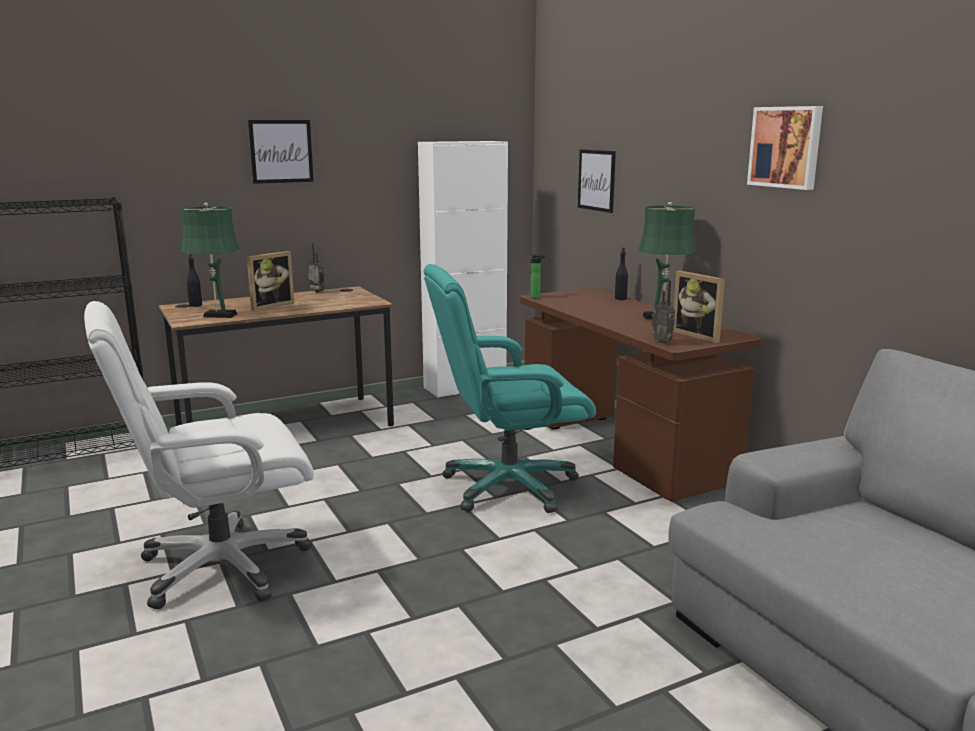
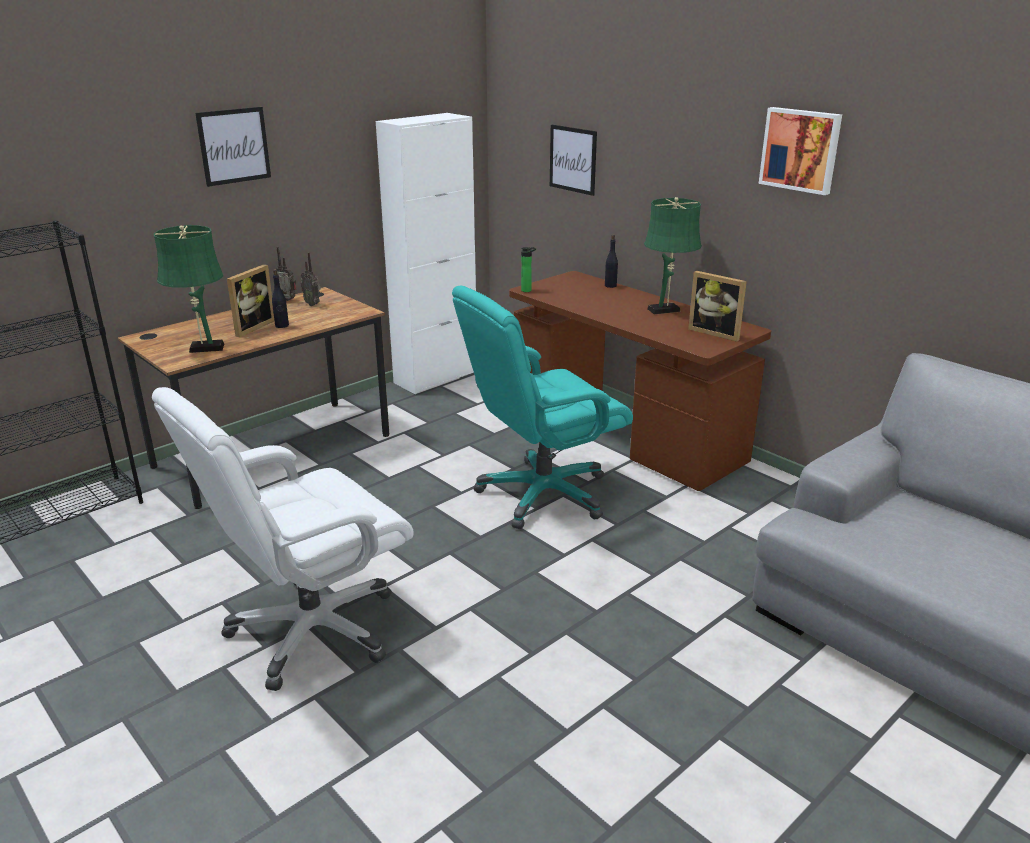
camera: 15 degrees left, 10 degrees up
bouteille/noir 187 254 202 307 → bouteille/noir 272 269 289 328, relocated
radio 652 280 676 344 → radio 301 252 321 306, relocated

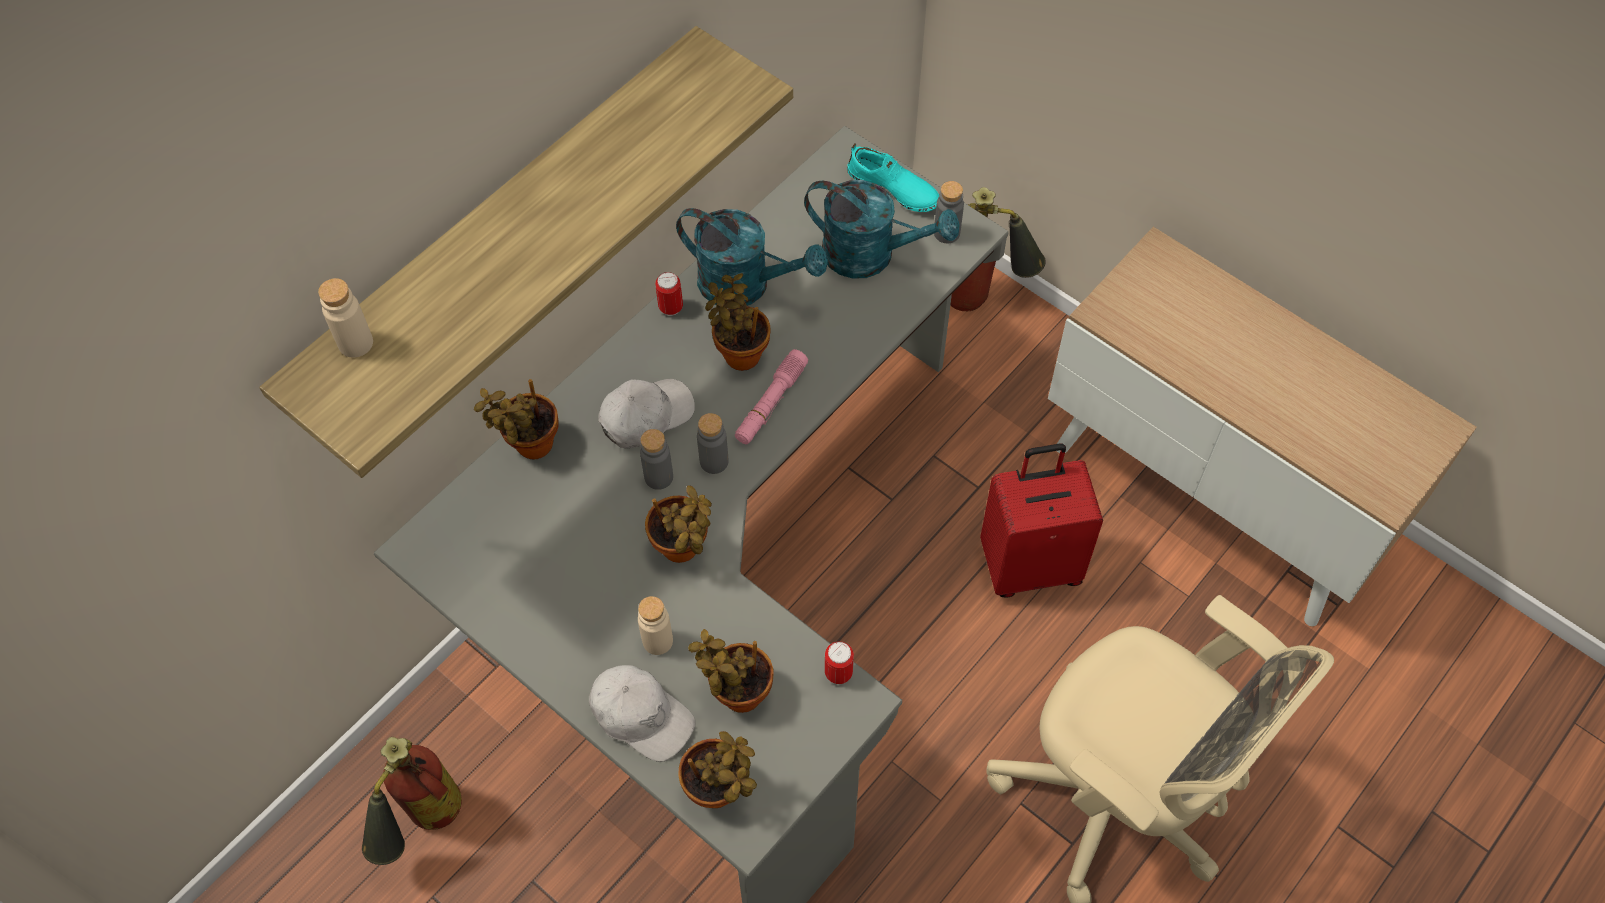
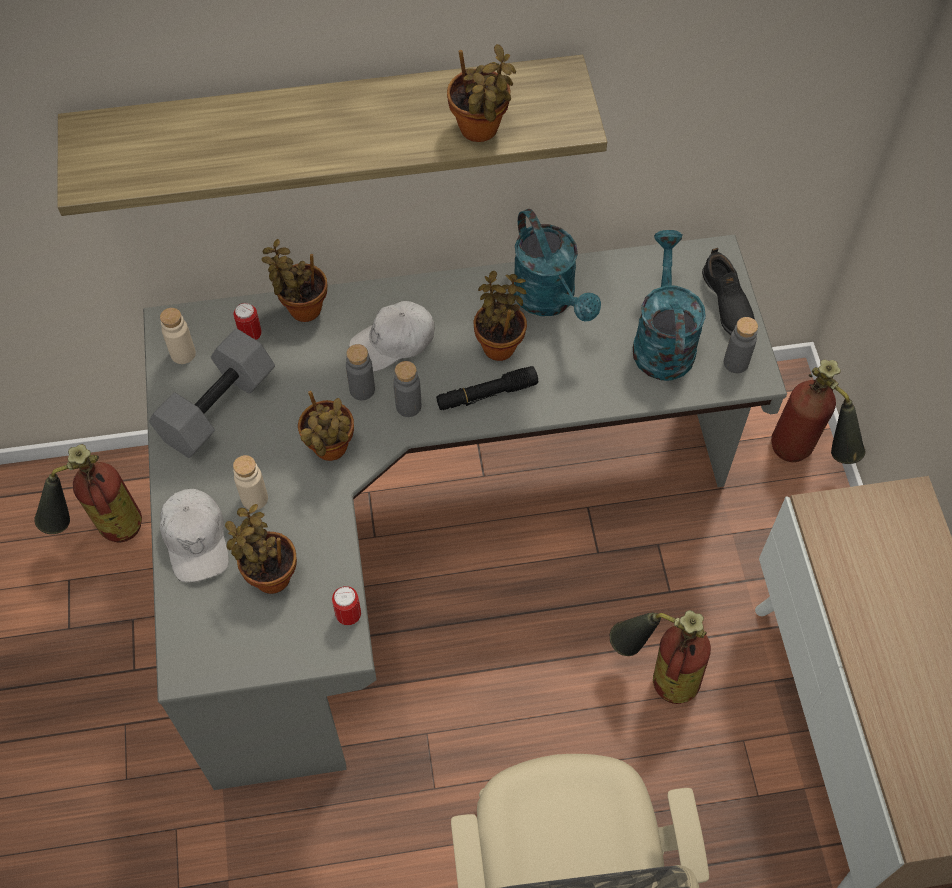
camera: 40 degrees right, 0 degrees up
bouteille/beige 318 278 373 358 → bouteille/beige 160 308 196 364, relocated
casquette/blanc 598 379 695 448 → casquette/blanc 349 301 435 371, 150 degrees clockwise
boîte métallique 655 272 683 316 → boîte métallique 234 303 262 340, relocated
plante en pot 678 731 757 808 → plante en pot 447 44 516 142, relocated
lampe de poche/rose 735 349 808 444 → lampe de poche/noir 436 366 538 410
arrosoir/turquoise 804 180 960 279 → arrosoir/turquoise 633 230 706 381, 150 degrees counterclockwise
chaussure/turquoise 847 143 939 212 → chaussure/noir 702 248 755 335
valise/rouge 980 444 1103 598 → extincteur 609 610 711 704
- → haltère/gris 149 329 275 458

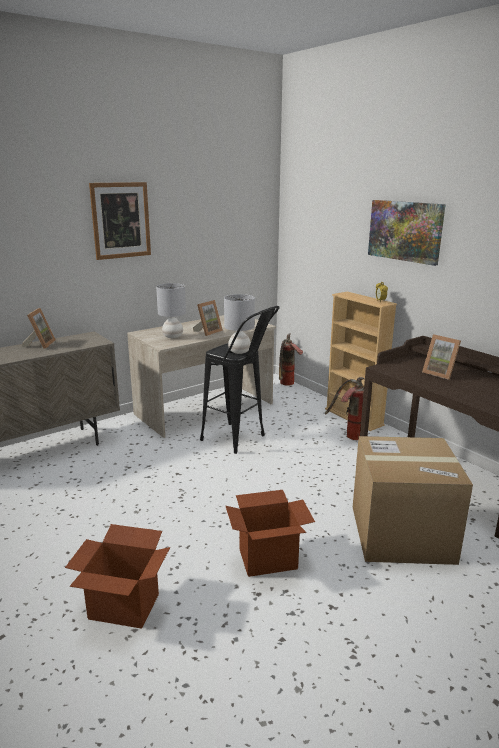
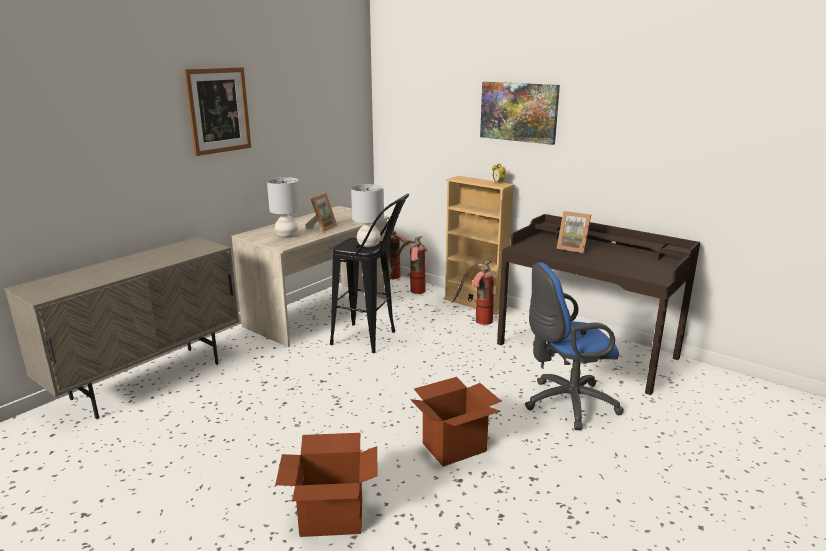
camera: 15 degrees left, 0 degrees up
cadre photo 22 308 56 349 → -
carton 353 436 473 565 → chaise de bureau/bleu 525 262 624 430
- → extincteur 389 236 427 294

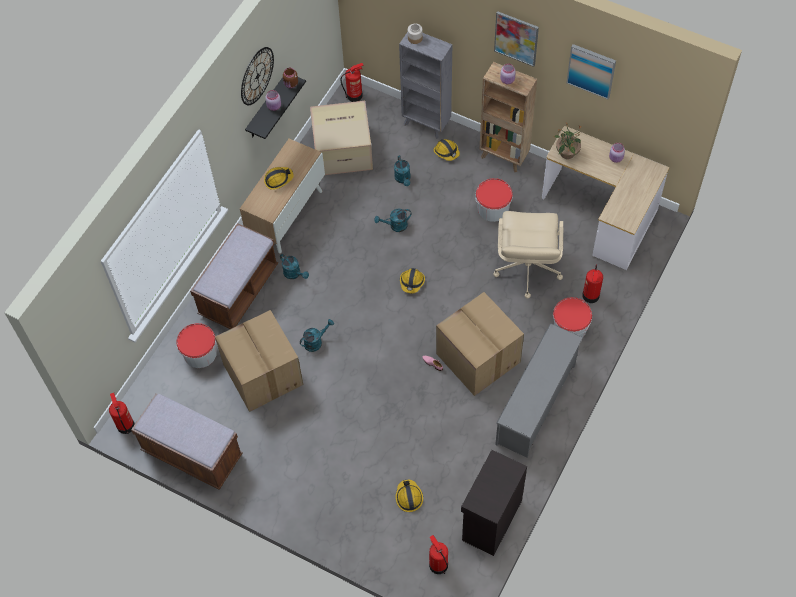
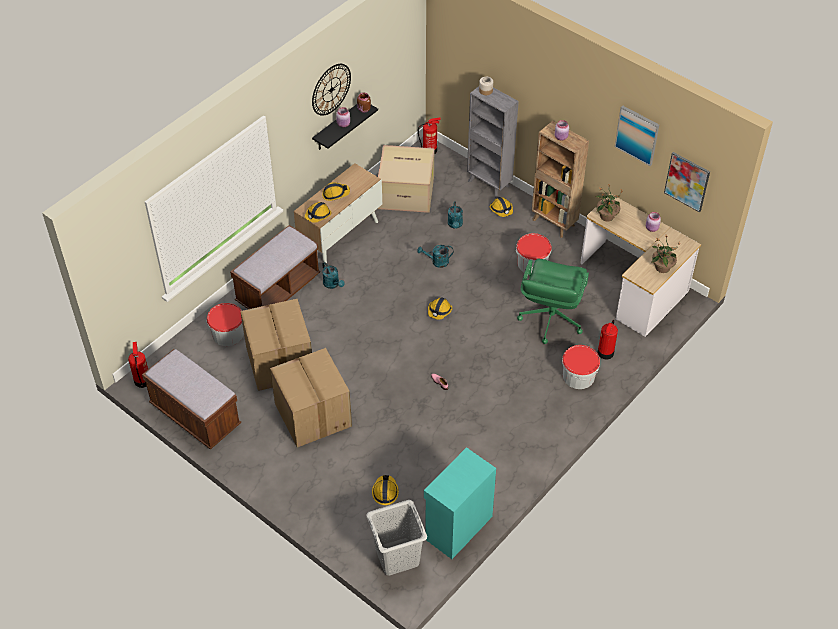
camera: 10 degrees right, 10 degrees down
arrosoir/turquoise 300 319 334 352 → -
extincteur 429 535 448 574 → panier à linge/gris 366 500 427 576
carton 436 292 524 396 → carton 270 348 352 448, relocated
meuble de rangement/noir 461 450 527 556 → meuble de rangement/turquoise 424 447 496 559
chaise de bureau/beige 493 211 563 299 → chaise de bureau/vert 517 259 589 344
tableau 494 11 539 67 → tableau 664 152 710 213, relocated
étagère à chaussures/gris 495 323 583 458 → -
- → casque de chantier 305 202 332 223
- → plante en pot 651 235 680 273

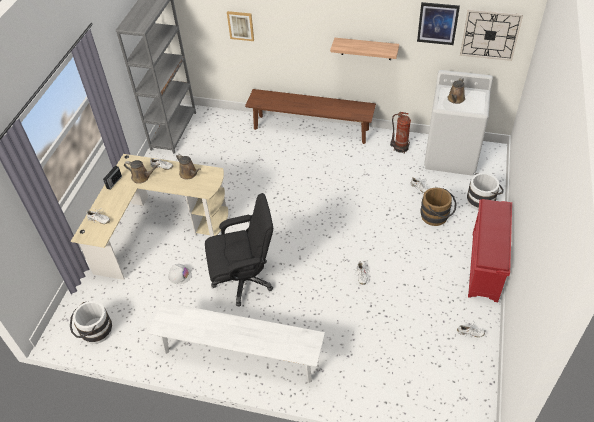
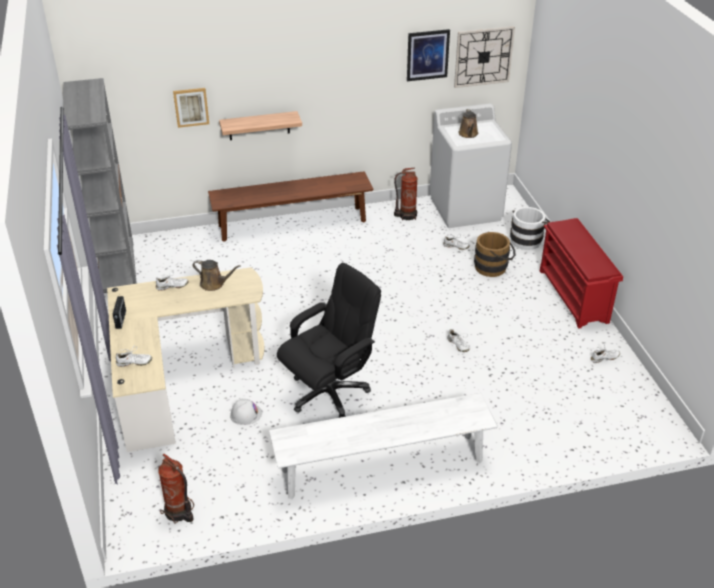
camera: 30 degrees left, 10 degrees down
seau/blanc 70 301 112 344 → extincteur 158 454 194 523
arrosoir/marron 124 160 160 184 → -
étagère 330 38 399 60 → étagère 219 111 302 140, relocated

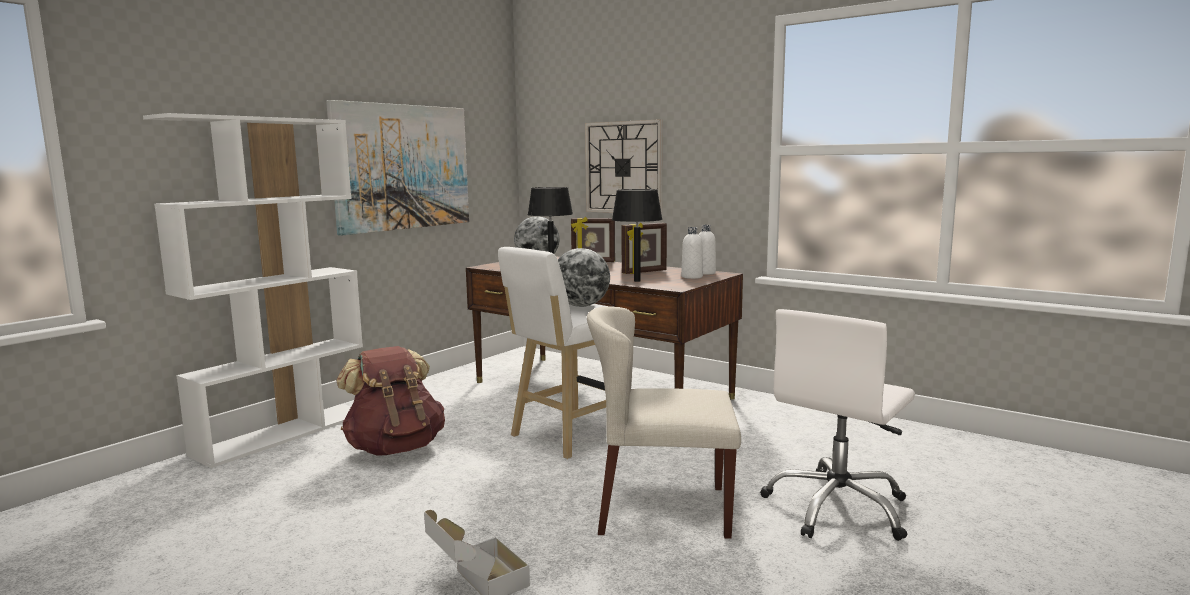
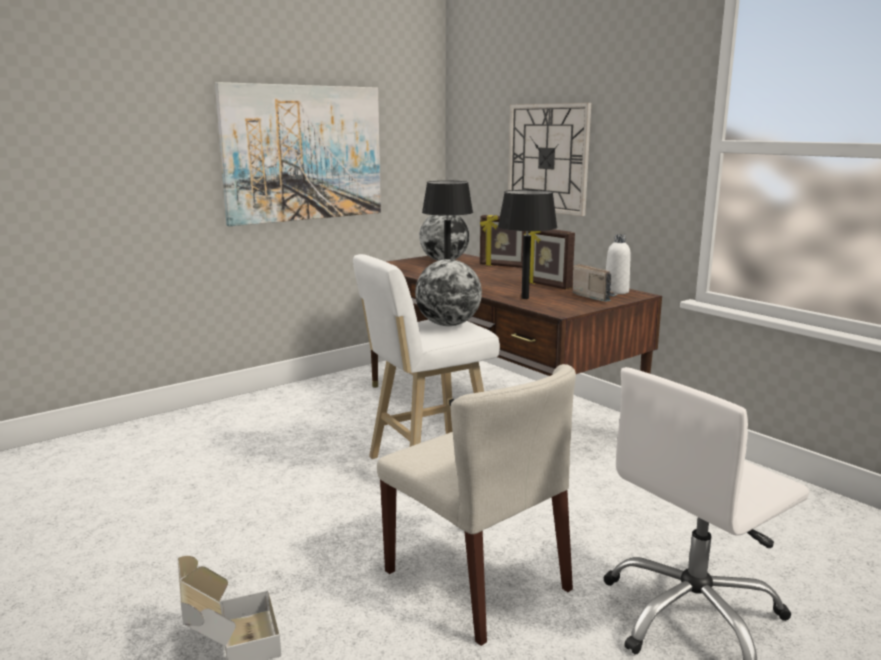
camera: 15 degrees right, 5 degrees up
bibliothèque/blanc 143 113 363 468 → -
sac à dos/marron 336 346 445 456 → -
chaise/beige 587 306 741 539 → chaise/beige 377 364 576 646, 150 degrees counterclockwise
cadre photo 621 223 667 274 → cadre photo 524 229 575 290, 60 degrees clockwise
bouteille/blanc 681 227 703 279 → radio 573 264 618 302

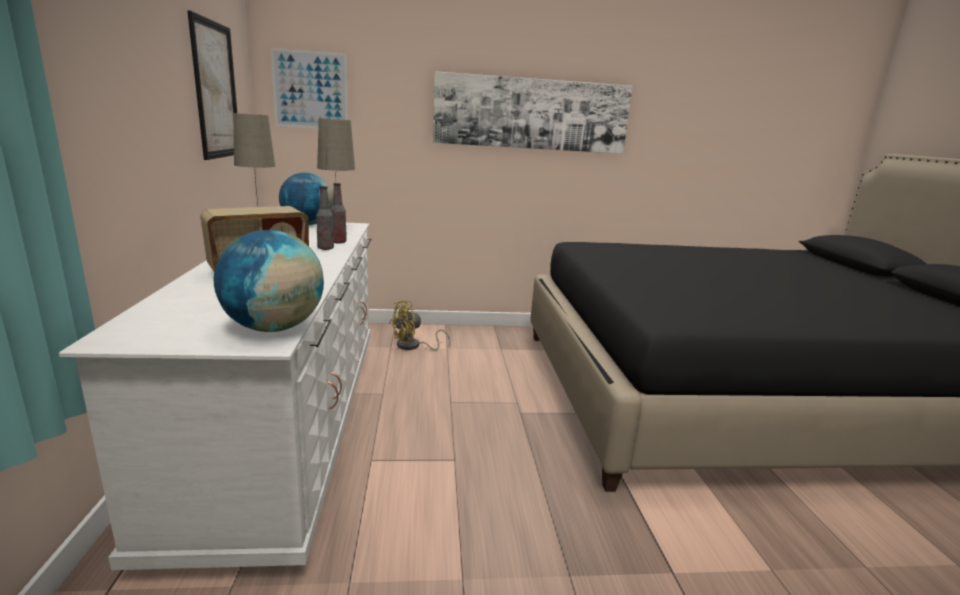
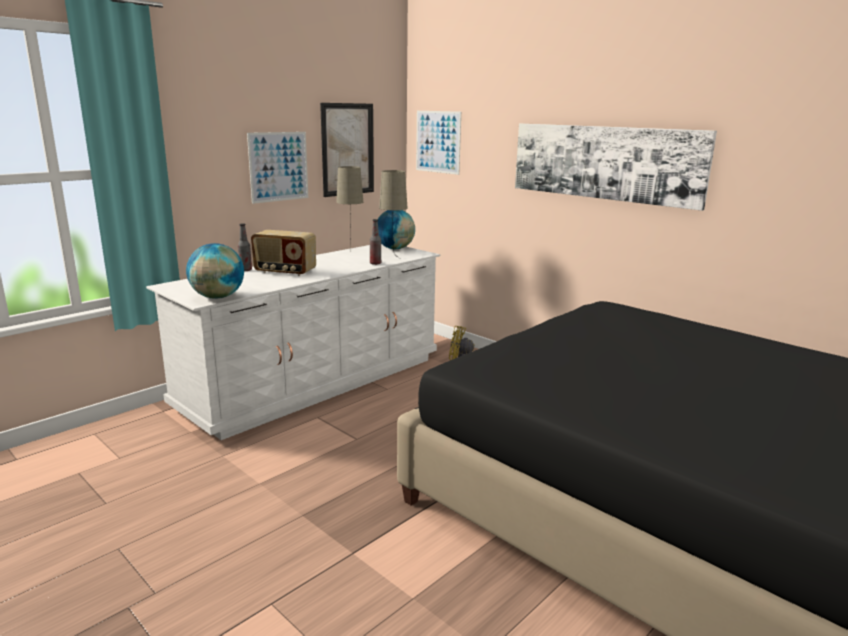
camera: 50 degrees right, 0 degrees up
bouteille 316 186 334 250 → bouteille 238 223 252 271, relocated
- → tableau 247 132 308 204

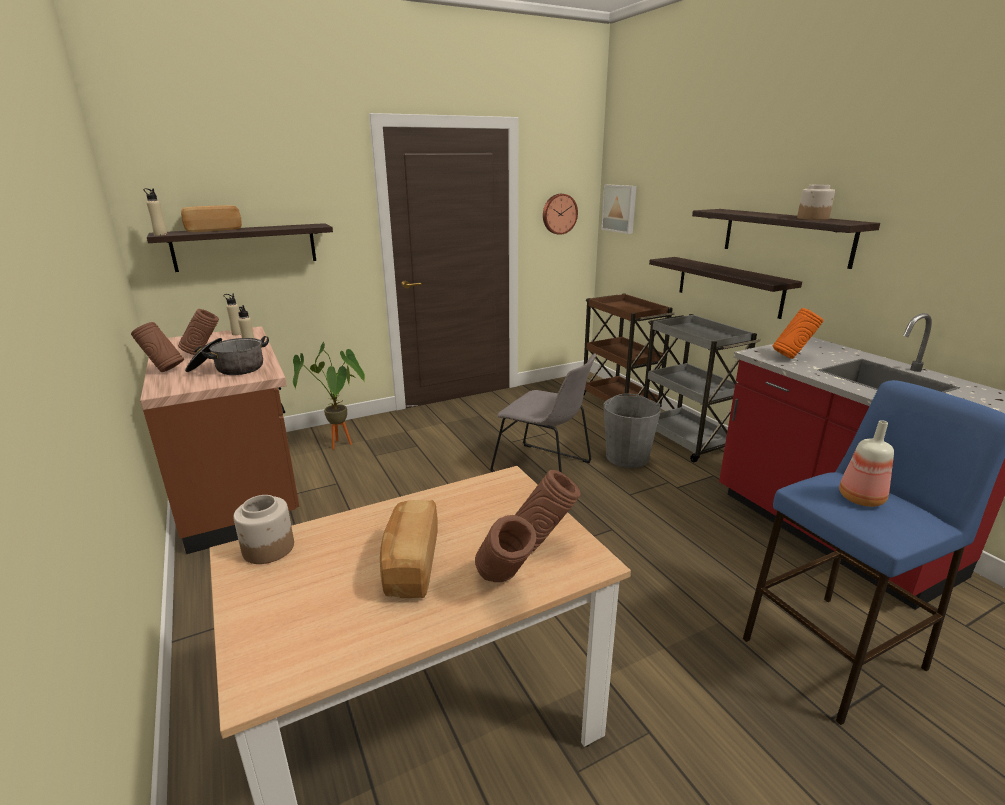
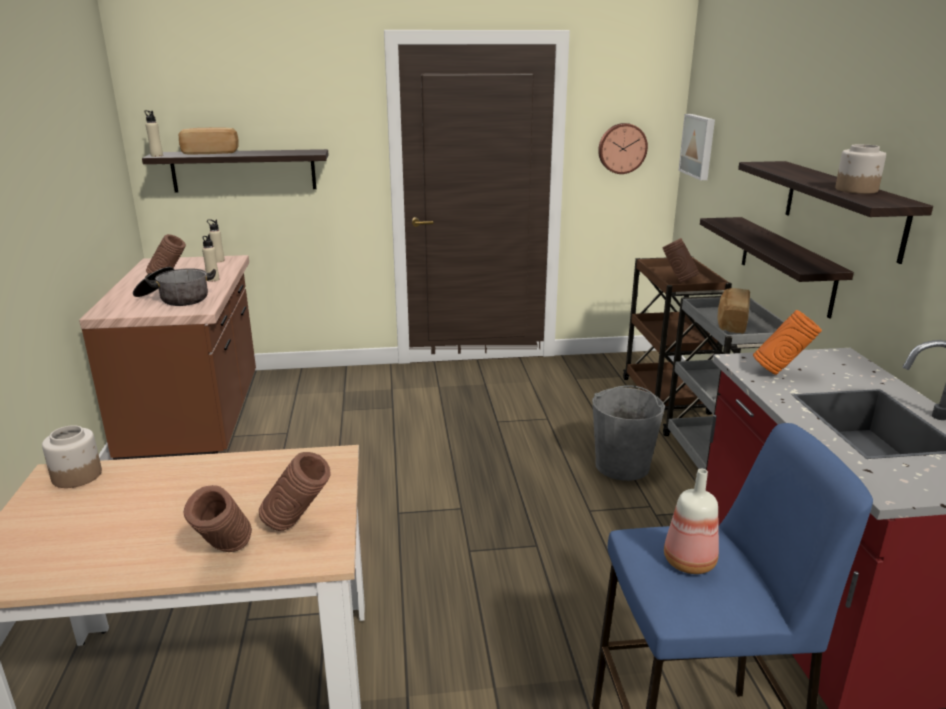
camera: 20 degrees right, 0 degrees up
vase/marron 131 322 184 372 → vase/marron 663 238 699 283, relocated
plante en pot 293 342 365 449 → -
pain 380 500 438 598 → pain 718 288 750 334, relocated
chaise/gris 490 354 596 473 → -

